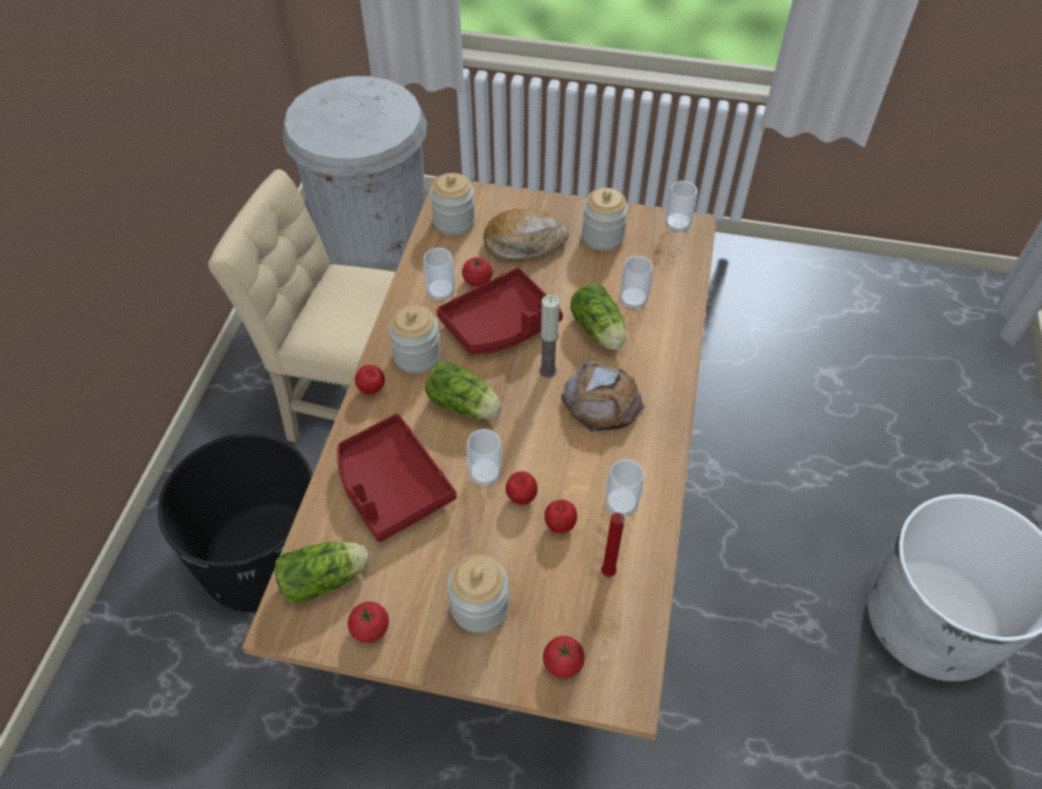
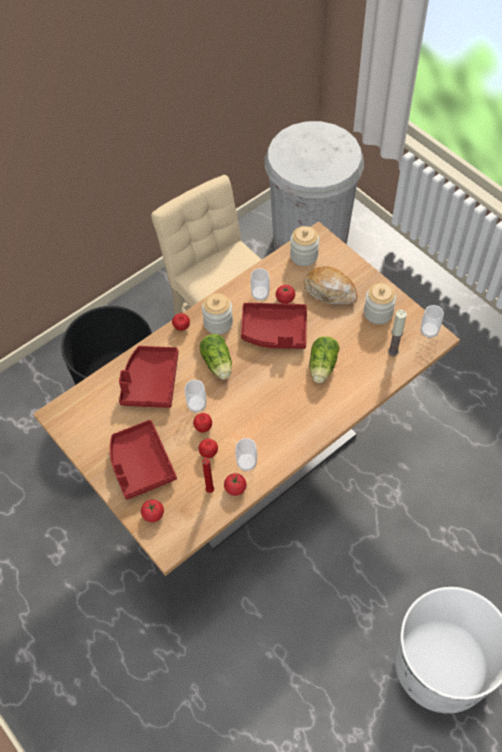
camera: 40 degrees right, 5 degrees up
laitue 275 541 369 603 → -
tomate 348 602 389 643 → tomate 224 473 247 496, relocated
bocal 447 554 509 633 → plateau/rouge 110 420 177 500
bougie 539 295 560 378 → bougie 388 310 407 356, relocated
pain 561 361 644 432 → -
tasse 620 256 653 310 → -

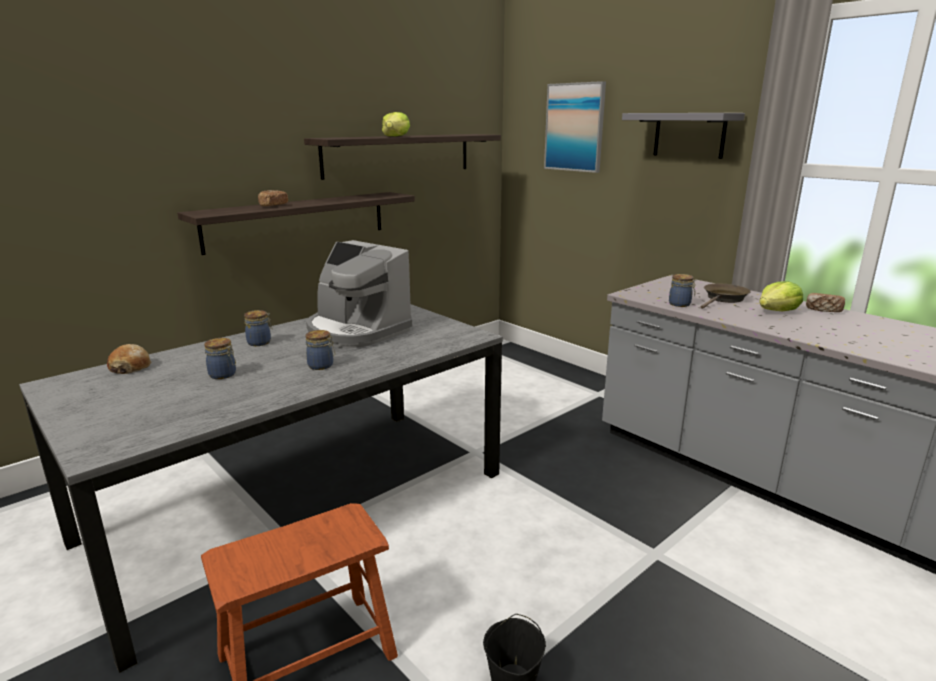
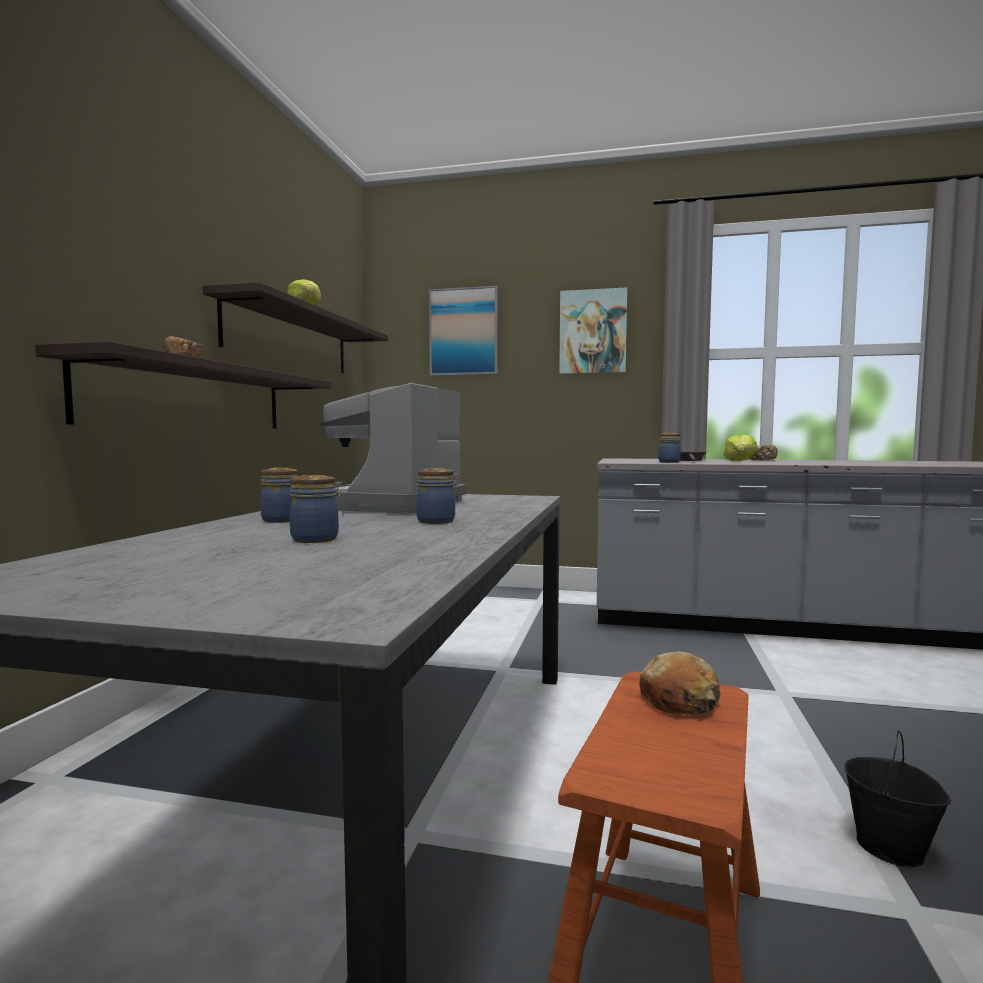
camera: 35 degrees left, 15 degrees down
pain 107 344 151 374 → pain 640 652 720 714, relocated
machine à café 306 240 412 348 → machine à café 319 383 466 514, 105 degrees clockwise
étagère/gris 622 113 745 159 → tableau 559 287 627 374

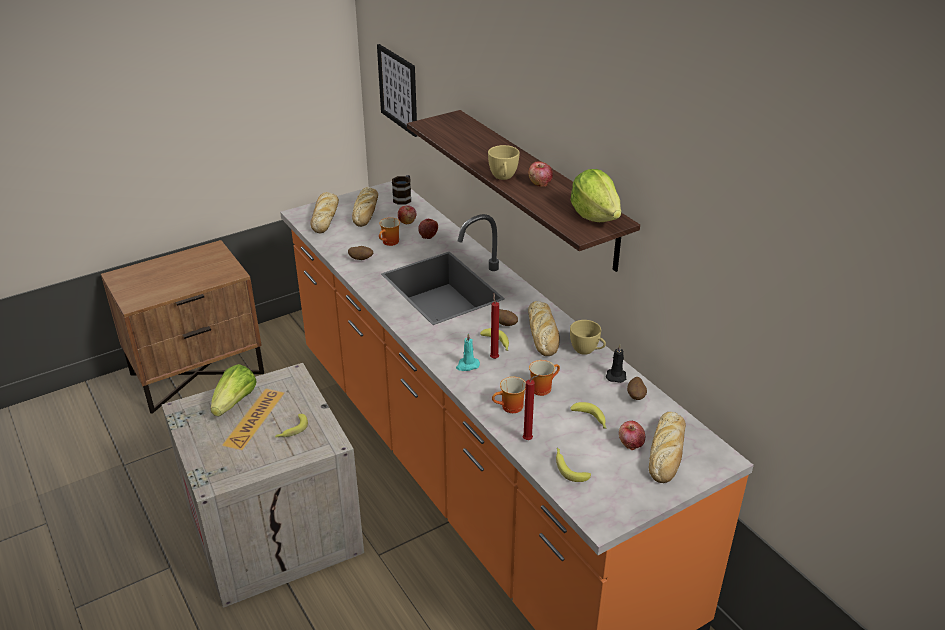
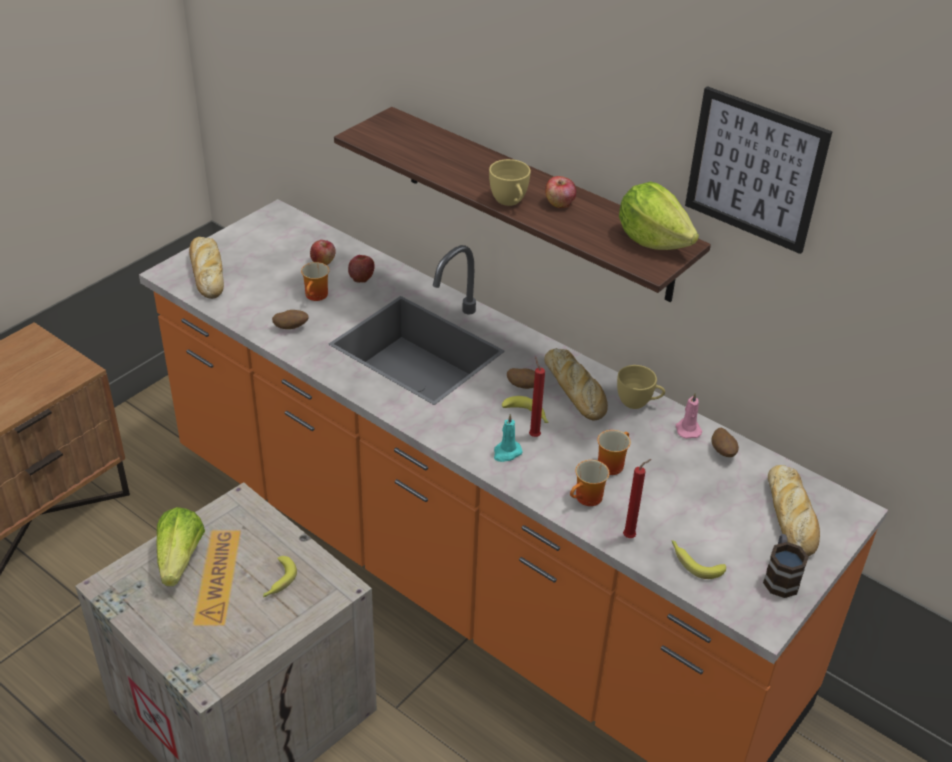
camera: 20 degrees left, 5 degrees up
pain 352 187 378 227 → -
tableau 377 44 417 137 → tableau 685 86 833 254, relocated
mug 392 175 411 205 → mug 763 534 809 598, relocated
banane 570 402 607 429 → -
bougie/noir 606 345 626 383 → bougie/rose 676 392 703 439
pomme 619 421 645 450 → -

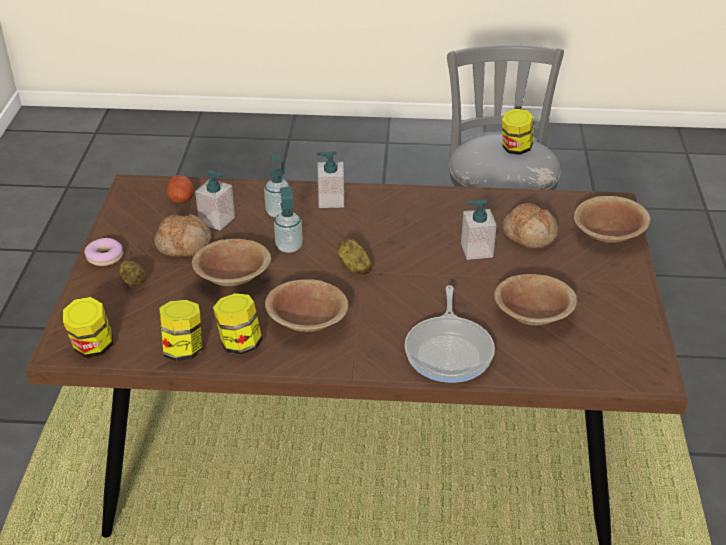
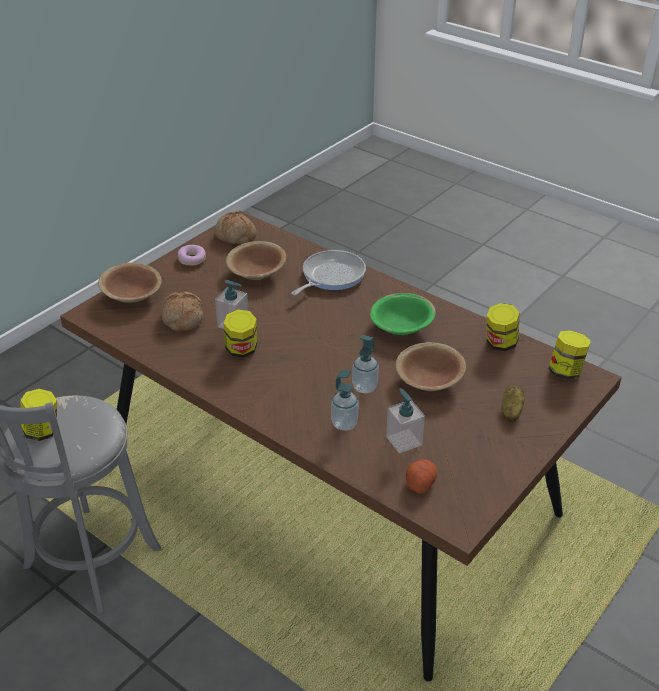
camera: 145 degrees left, 0 degrees up
beignet 84 238 123 266 → beignet 178 245 206 265, relocated
pain 154 214 211 257 → pain 214 211 257 244, relocated
bocal 213 293 262 355 → bocal 224 309 257 358, relocated
bol/marron 265 279 349 332 → bol/vert 370 293 436 335
distributeur de savon 316 152 344 208 → -
pomme de terre 338 238 372 274 → -

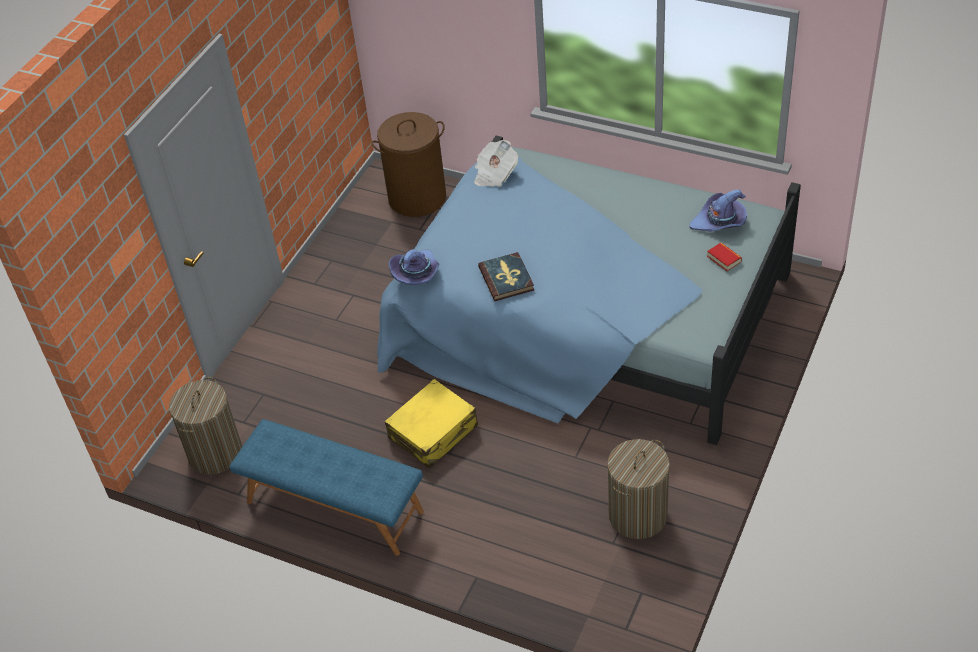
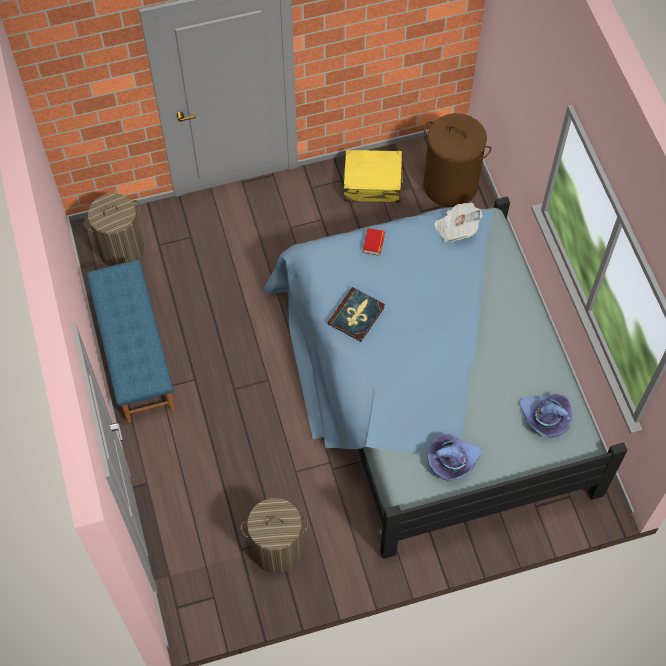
camera: 45 degrees right, 15 degrees up
valise/jaune 385 379 478 468 → valise/jaune 343 150 406 203, relocated
chapeau/violet 389 249 439 285 → chapeau/violet 427 434 482 480, relocated
livre 707 243 742 271 → livre 363 228 385 256, relocated

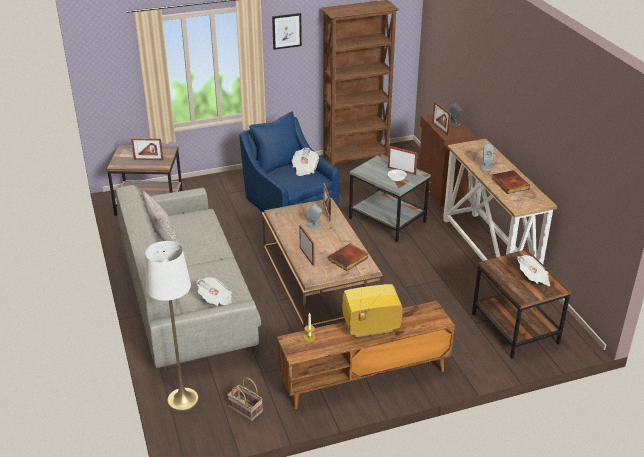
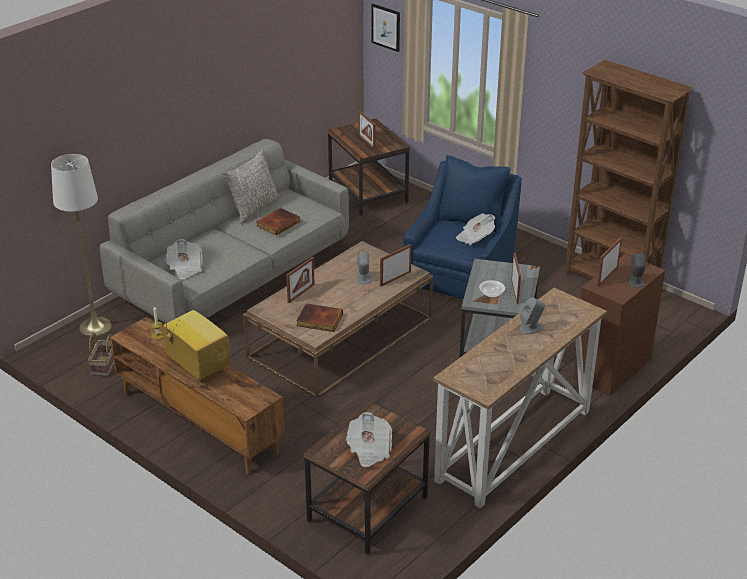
camera: 60 degrees right, 0 degrees up
tableau 272 13 302 50 → tableau 371 4 400 52, relocated
livre 492 170 530 194 → livre 256 208 300 235, relocated

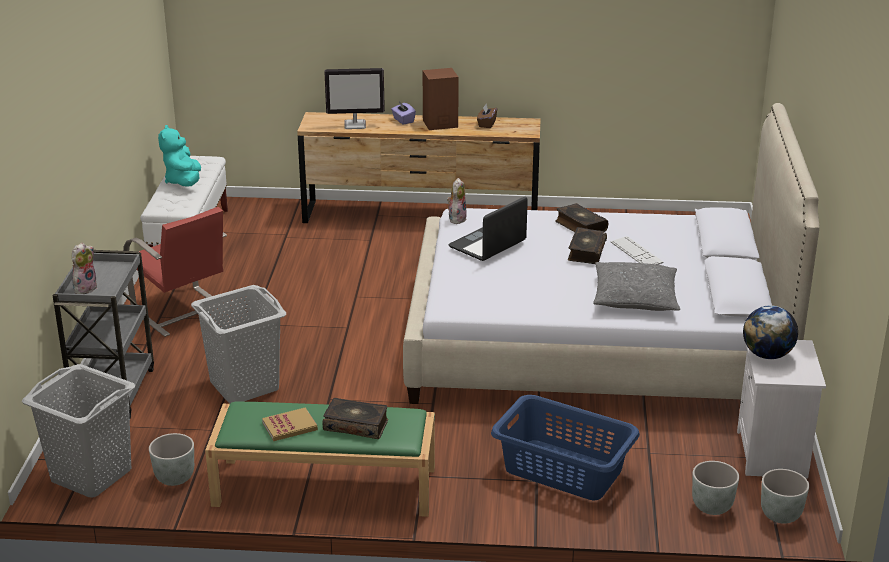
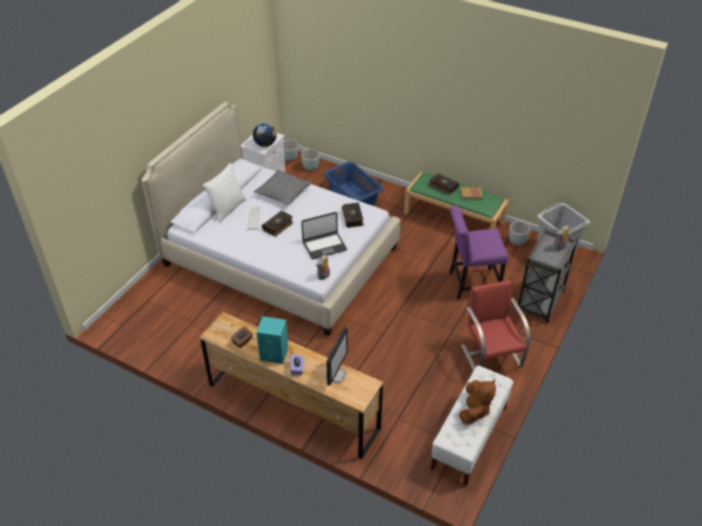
camera: 155 degrees left, 15 degrees up
peluche/turquoise 158 125 201 186 → peluche/marron 459 379 496 424
panier à linge/gris 191 285 286 403 → chaise/violet 449 205 508 299
écran d'ordinateur 324 68 385 129 → écran d'ordinateur 325 327 348 386, 90 degrees clockwise
enceinte/marron 422 68 459 130 → enceinte/turquoise 256 316 288 364
livre 555 203 608 232 → livre 342 203 364 228, relocated
- → coussin/blanc 203 163 247 223

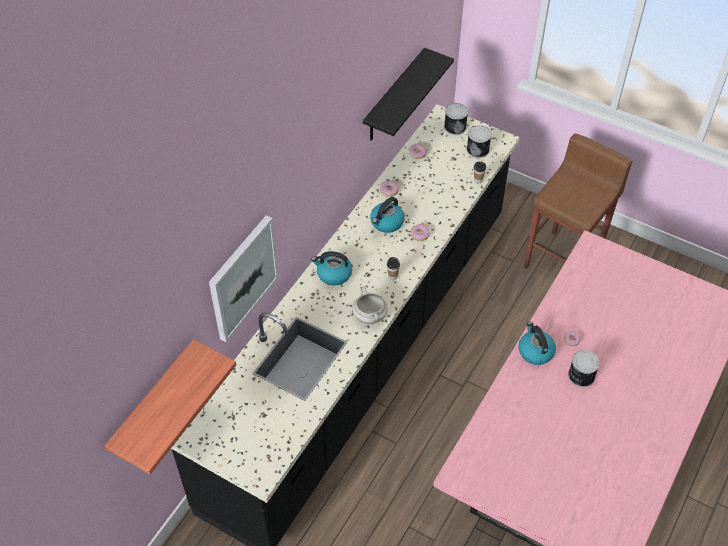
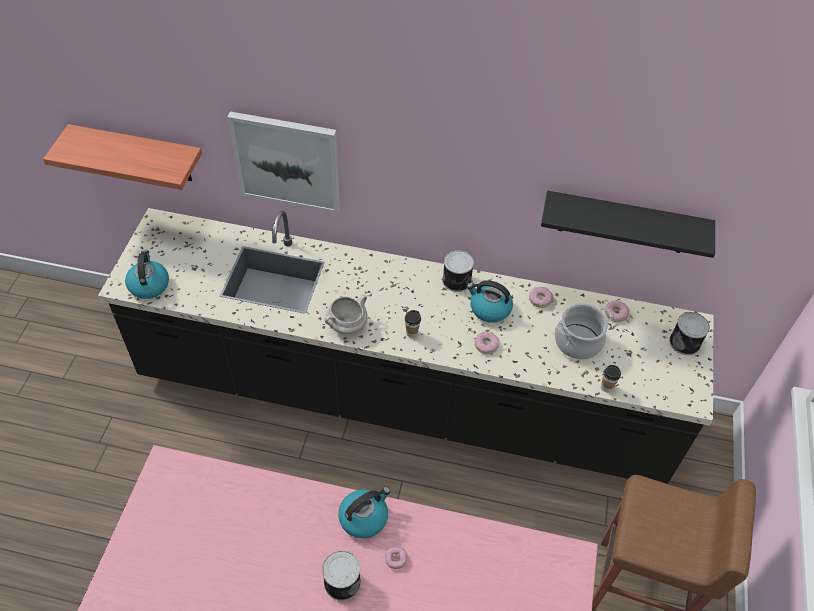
camera: 70 degrees right, 0 degrees up
bouilloire 311 251 352 285 → bouilloire 125 250 169 299, relocated
boîte métallique 467 125 492 158 → boîte métallique 442 250 474 292, relocated
- → marmite 554 303 613 360

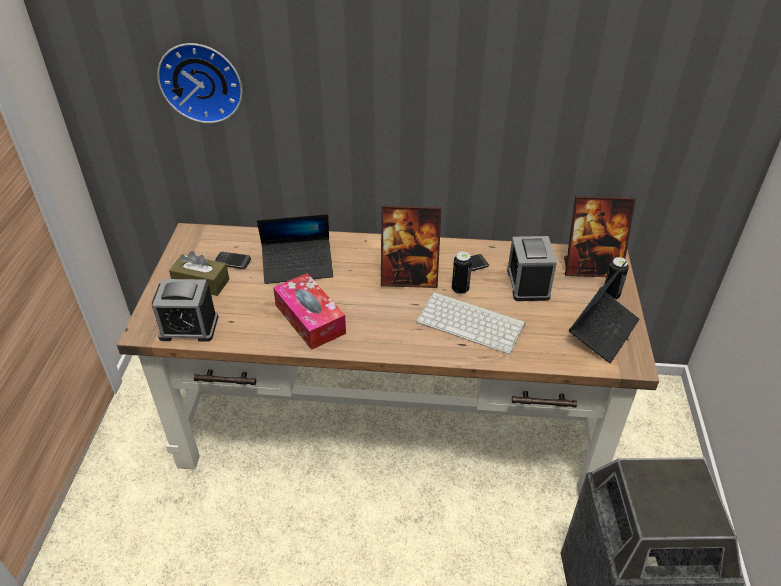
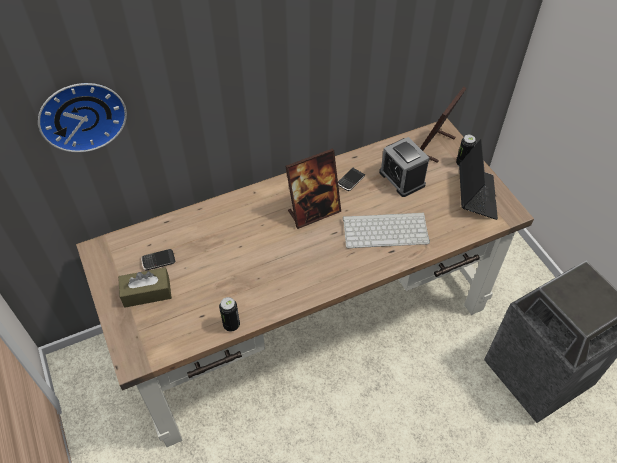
camera: 30 degrees left, 10 degrees up
réveil 151 279 219 342 → -
ordinateur portable 257 214 333 284 → -
boîte à mouchoirs 273 273 346 350 → -
boîte métallique 452 251 472 294 → boîte métallique 219 297 240 331, relocated
cadre photo 564 196 636 277 → cadre photo 420 87 467 163, 150 degrees clockwise

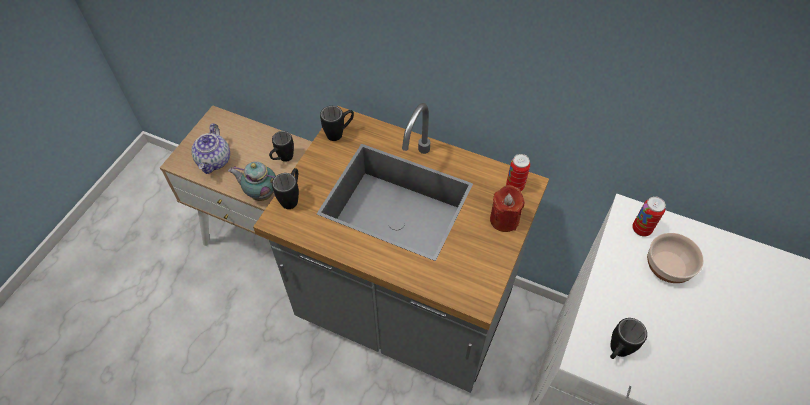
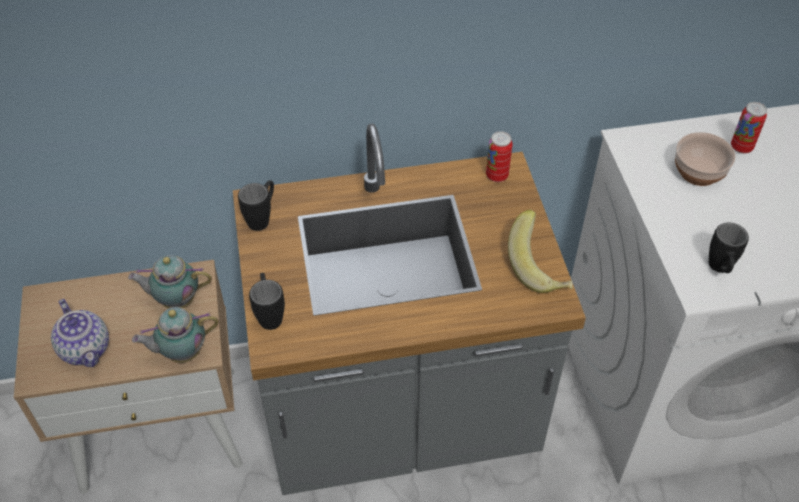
camera: 35 degrees left, 5 degrees down
mug/noir 269 131 294 162 → théière 128 255 212 309
bougie/rouge 490 185 525 232 → -
boîte métallique 632 196 666 237 → boîte métallique 731 102 767 154, relocated
- → banane 508 209 573 293

